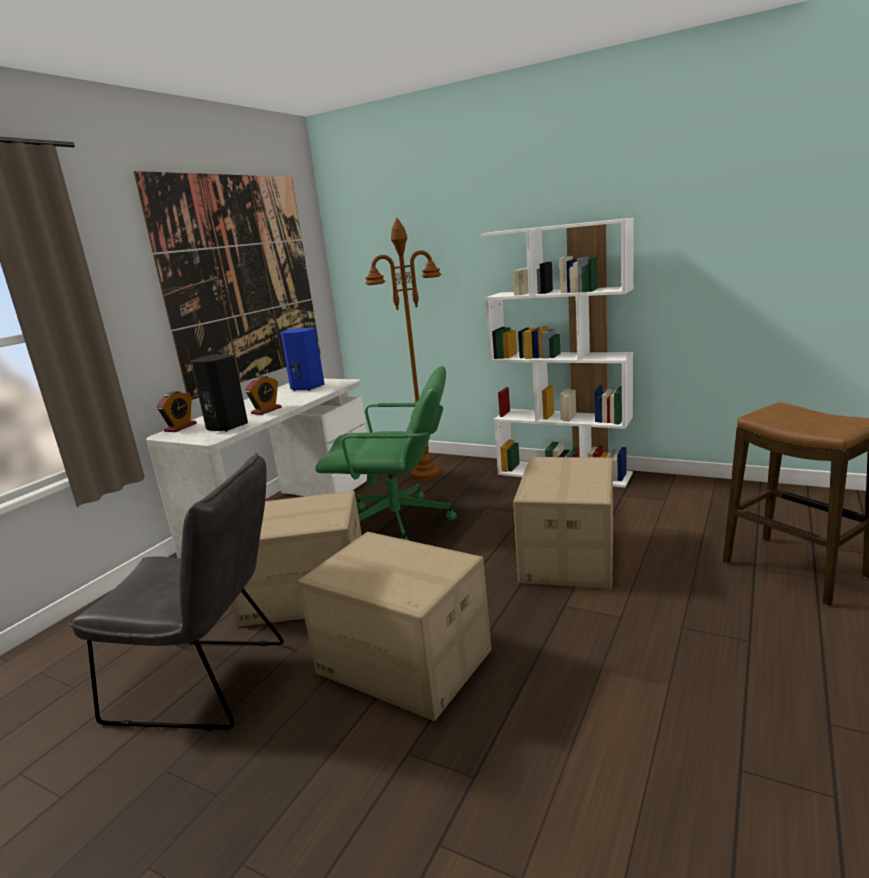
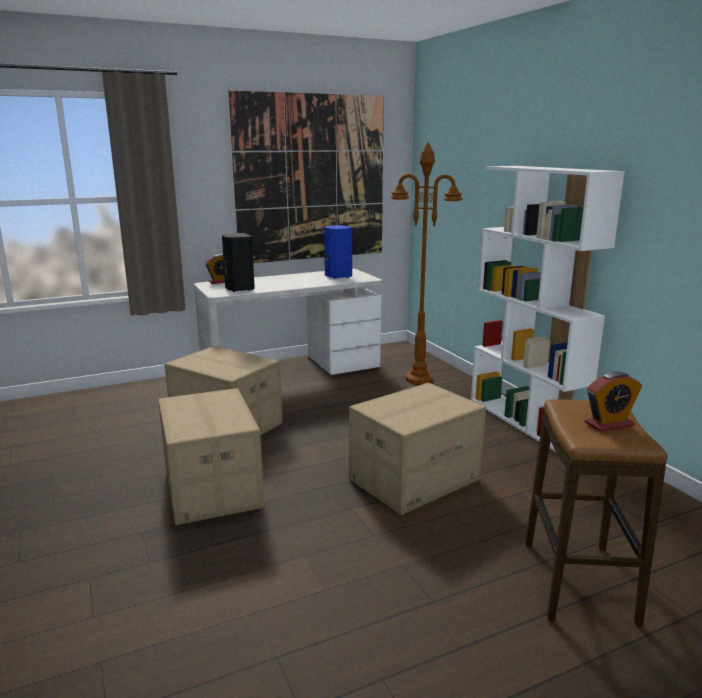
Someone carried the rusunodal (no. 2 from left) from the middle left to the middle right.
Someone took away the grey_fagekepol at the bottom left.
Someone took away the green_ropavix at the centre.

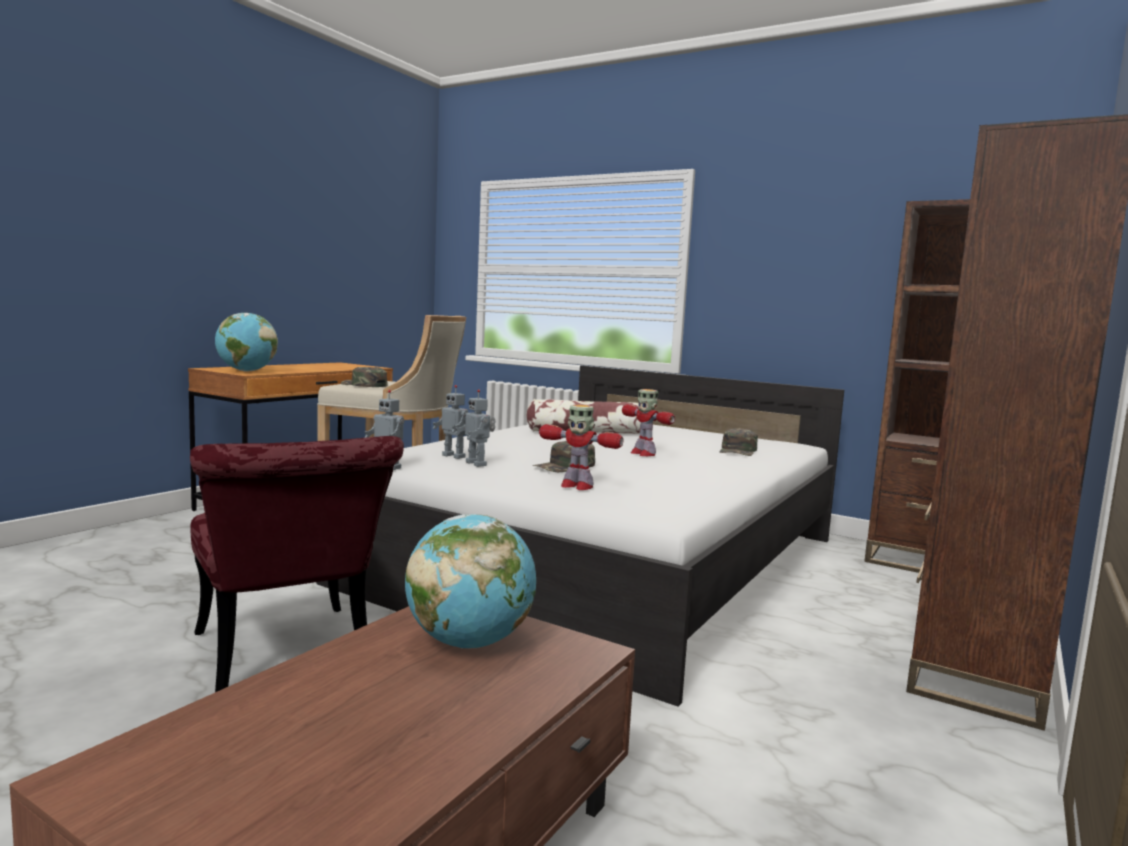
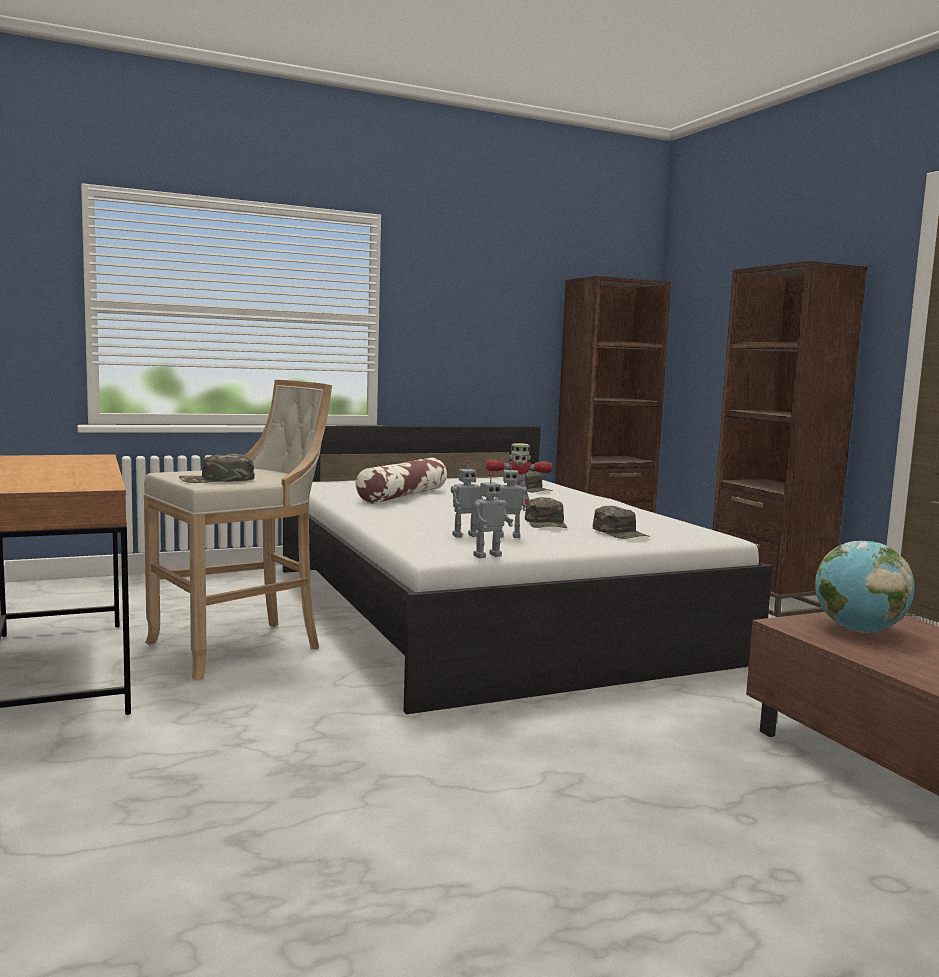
Someone swapped the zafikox (no. 4 from left) at the centre for the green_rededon (no. 4 from left) at the centre.
Someone took away the red_fagekepol at the bottom left.
Someone took away the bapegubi (no. 1 from left) at the middle left.

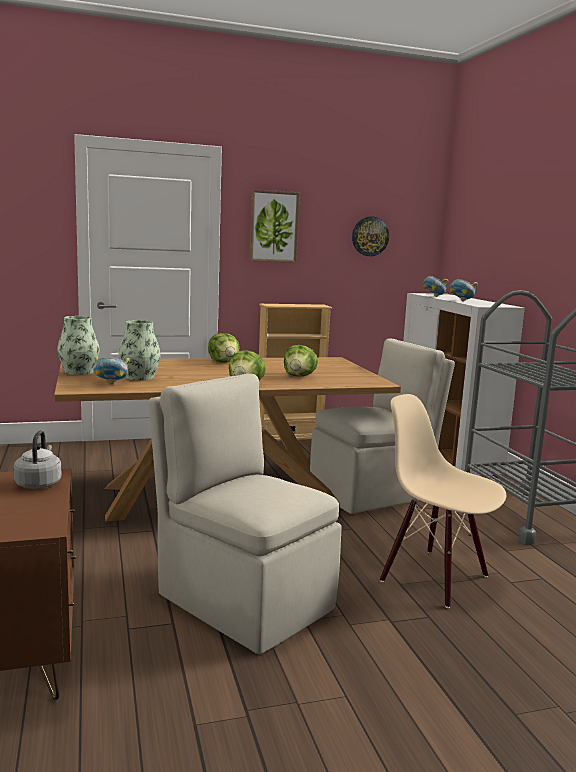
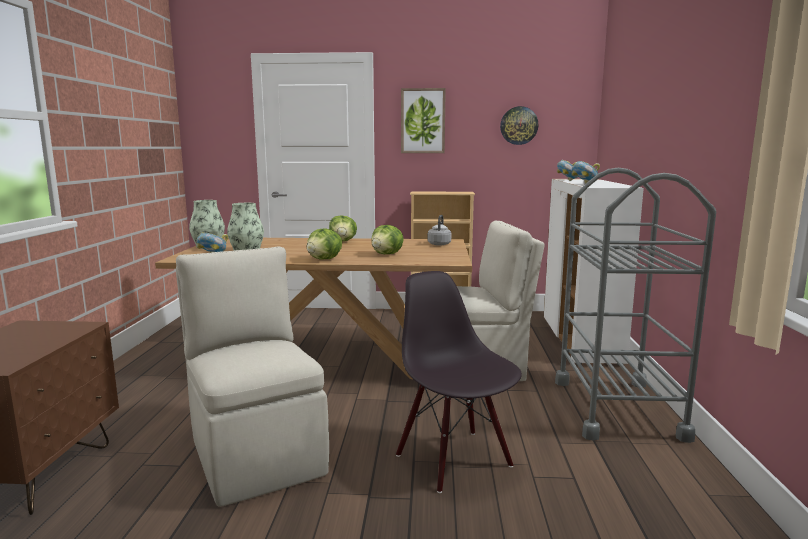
Someone repainted the beige_fagekepol (no. 3 from left) at the middle right, which became the black_fagekepol at the bottom centre.
Someone carried the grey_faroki from the middle left to the centre.

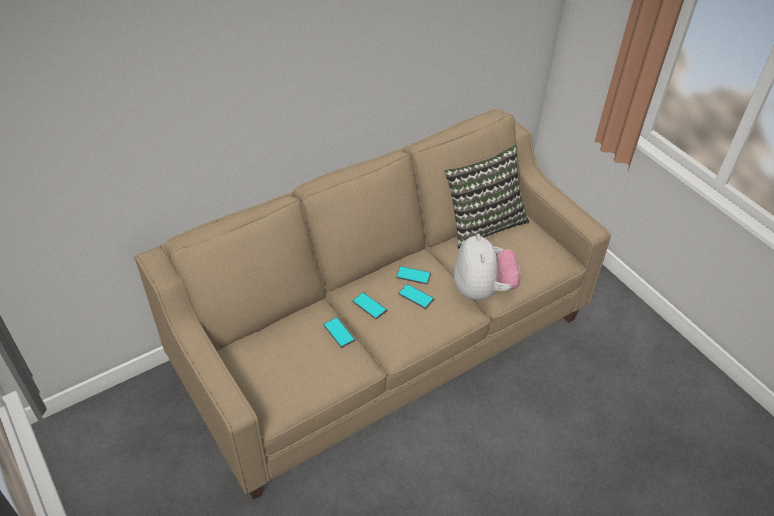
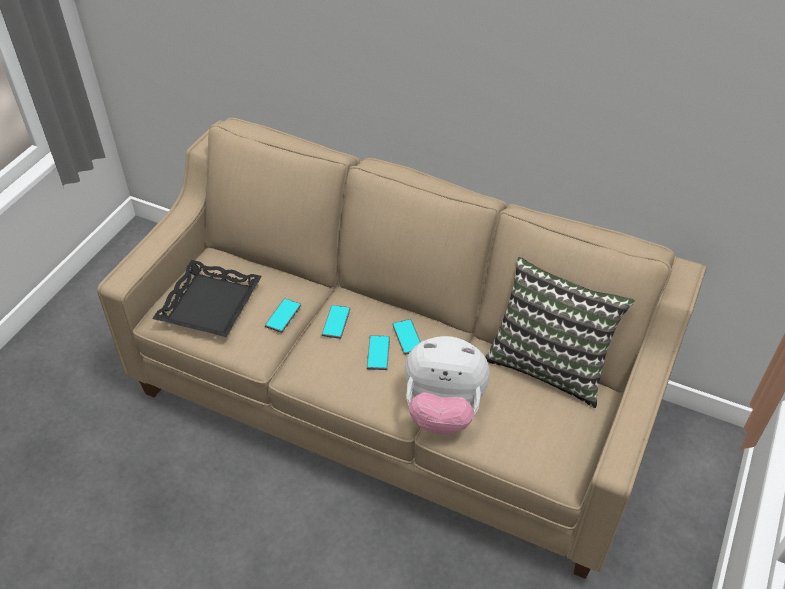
Someone put down the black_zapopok at the middle left.
Someone rotated the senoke at the centre by 45 degrees clockwise.

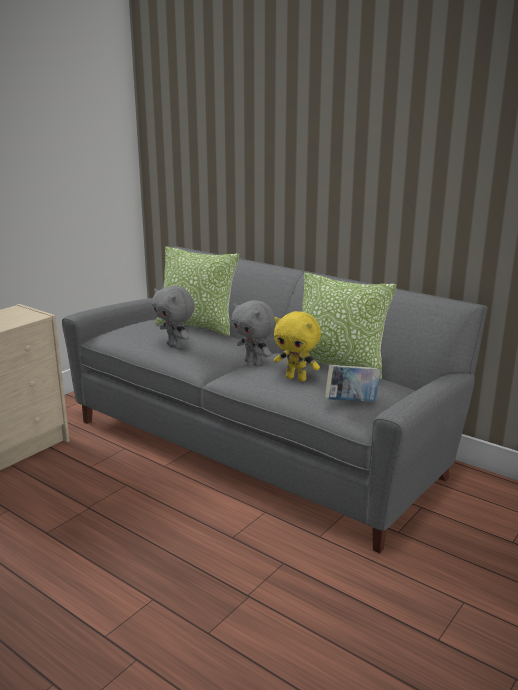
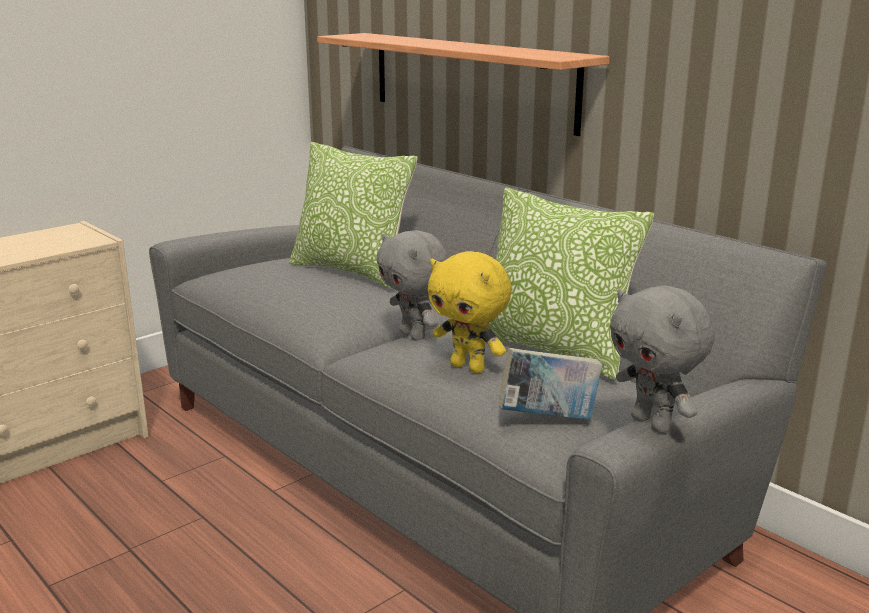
Someone put up the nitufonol at the top centre.
Someone carried the grey_senoke (no. 1 from left in the first image) from the centre to the middle right.

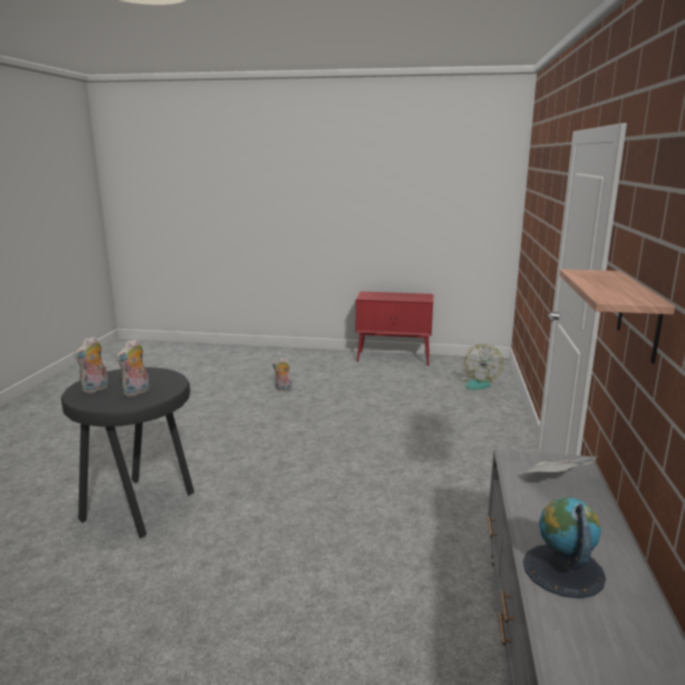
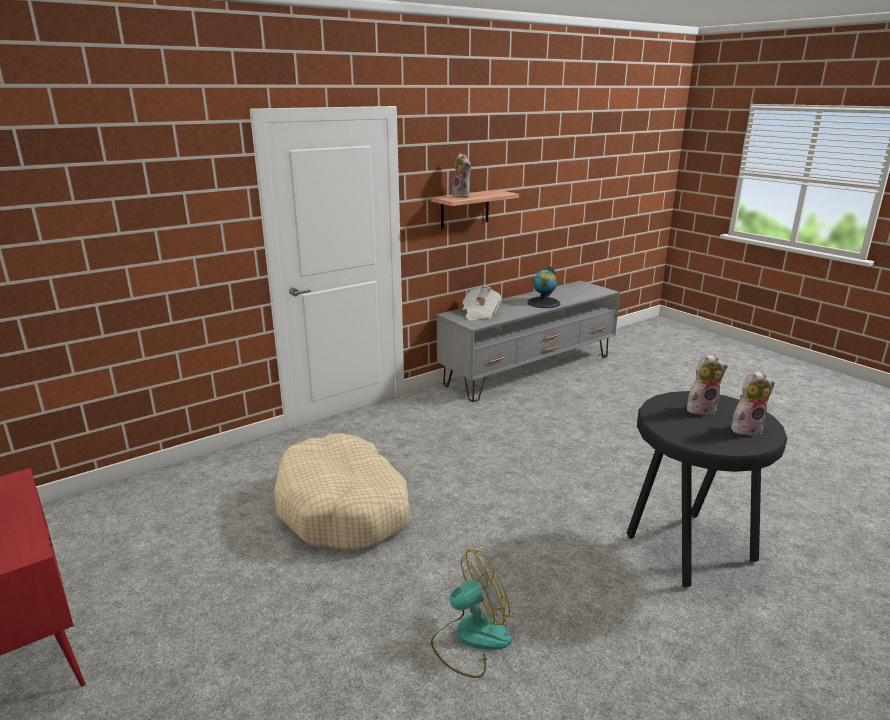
Someone put down the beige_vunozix at the bottom centre.
Someone carried the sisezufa from the middle right to the bottom centre.
Someone carried the senoke (no. 3 from left in the first image) from the centre to the top centre.

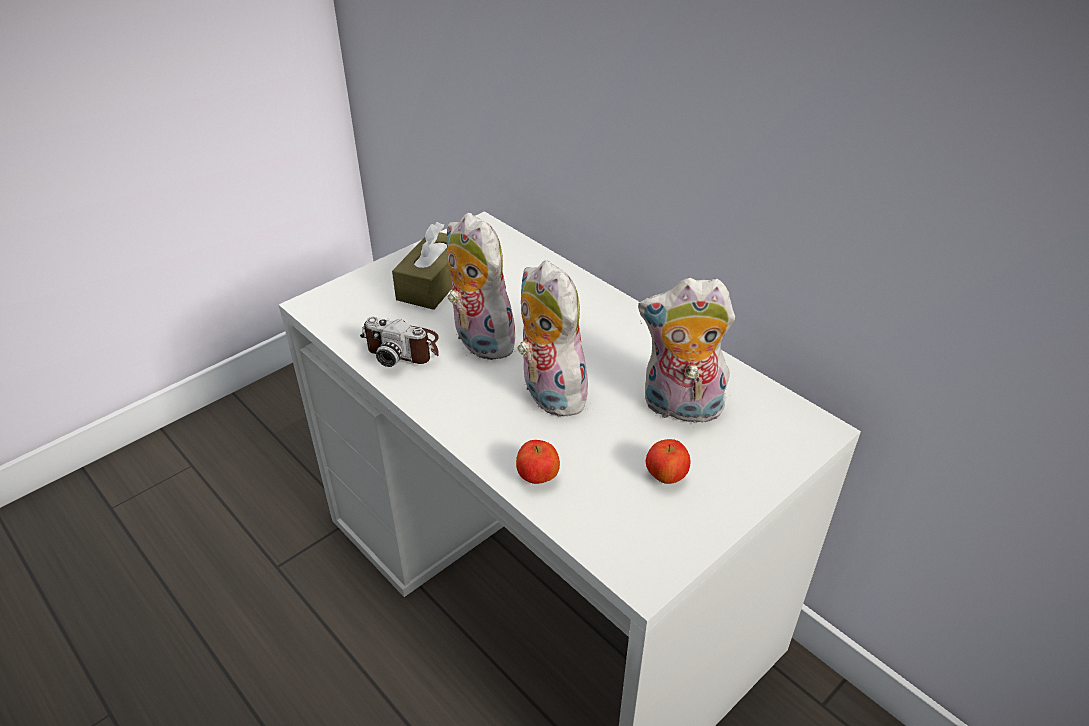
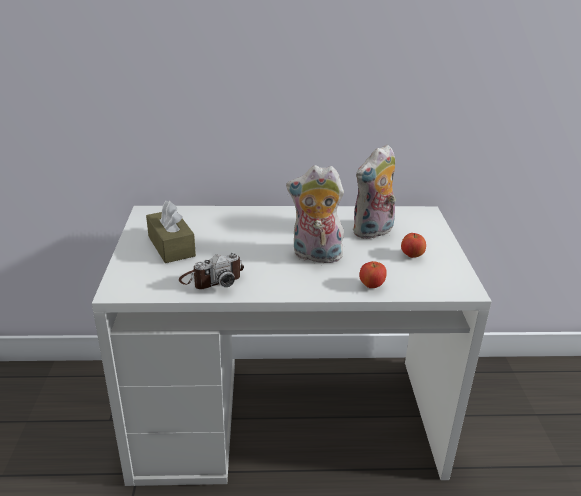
Someone took away the senoke (no. 1 from left) at the centre.

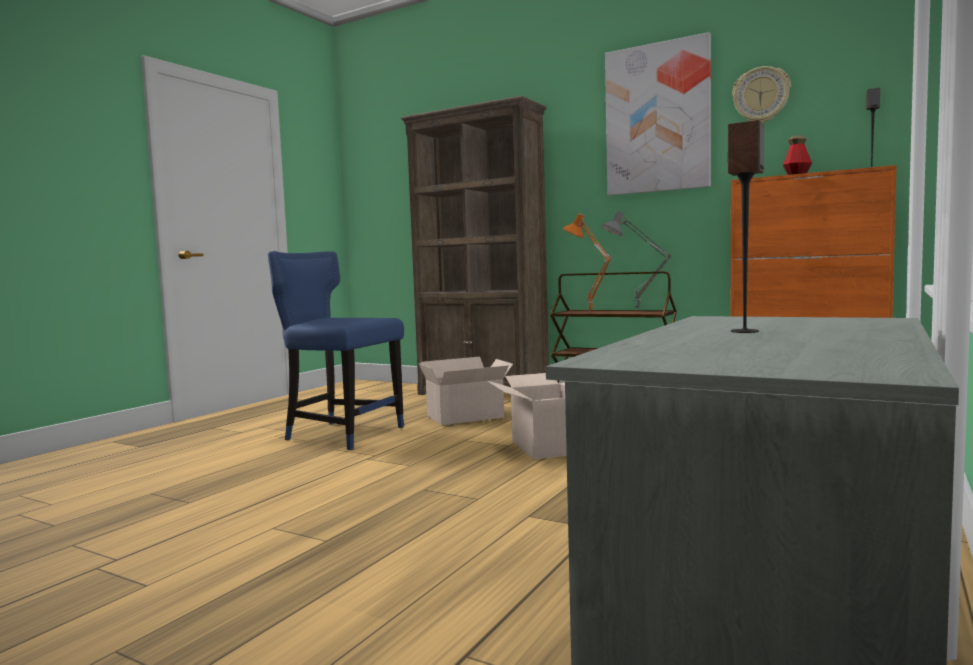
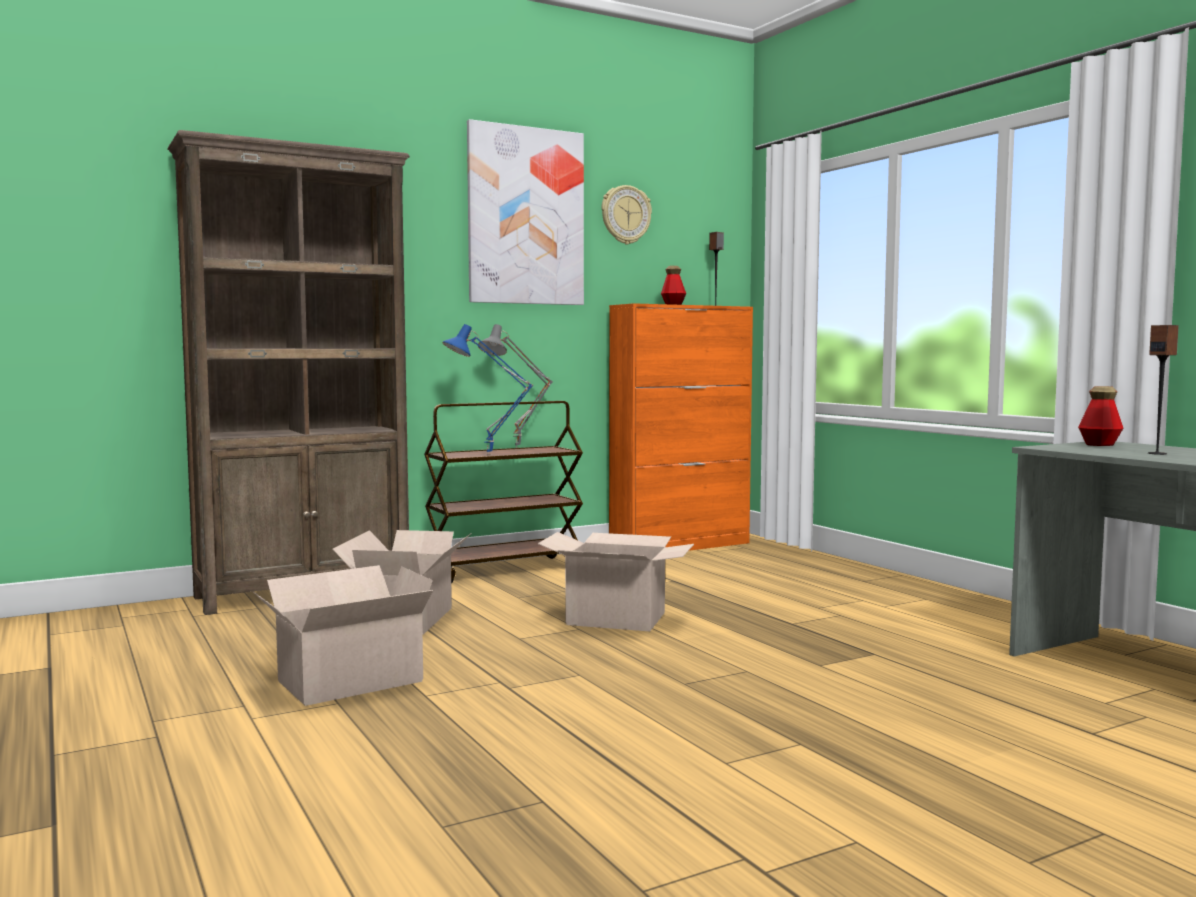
Someone swapped the blue_fagekepol at the centre for the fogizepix (no. 1 from left) at the bottom left.
Someone repainted the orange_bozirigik at the centre, which became the blue_bozirigik at the centre.
Someone put down the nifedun (no. 2 from left) at the middle right.

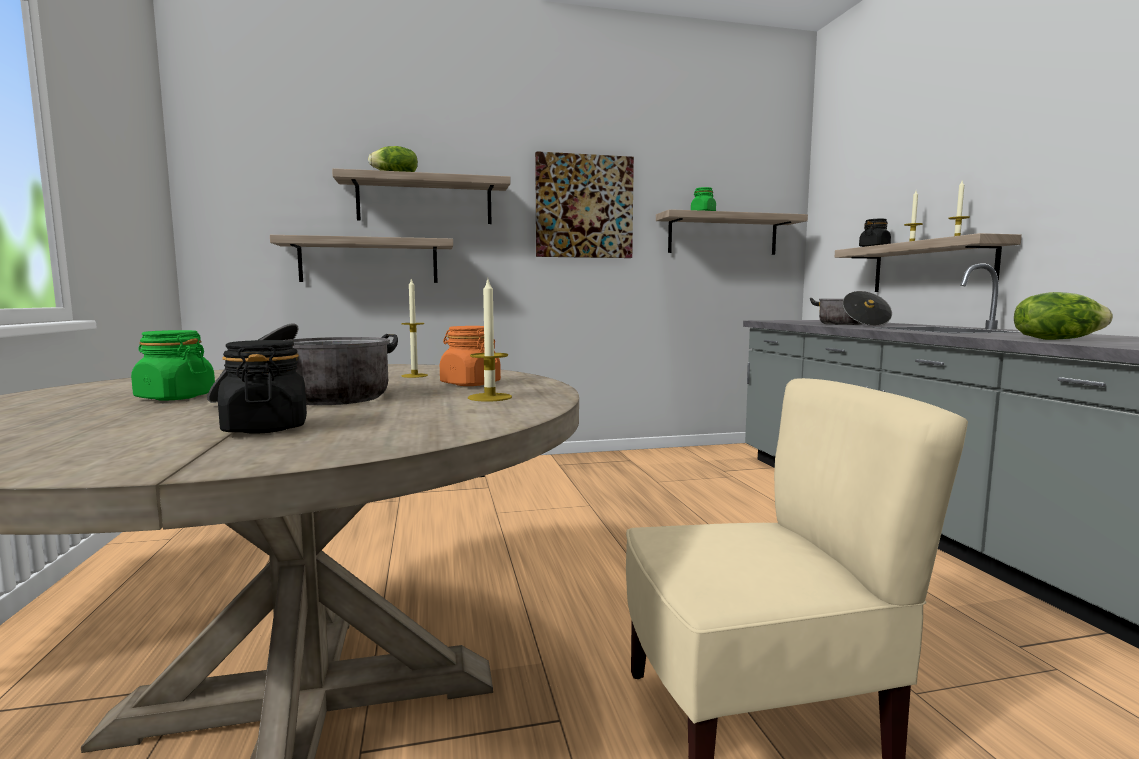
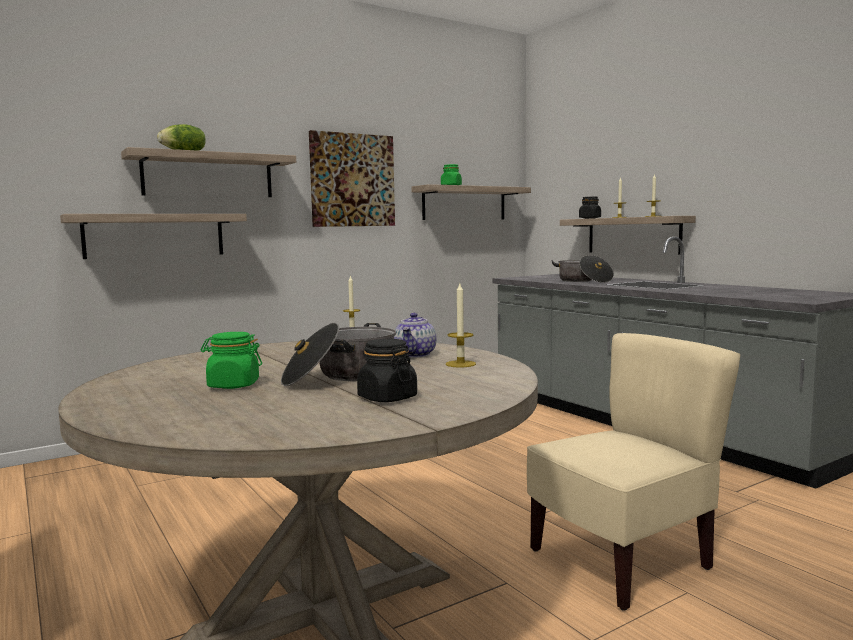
Someone swapped the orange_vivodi at the centre for the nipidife at the centre.
Someone took away the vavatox (no. 2 from left) at the middle right.

